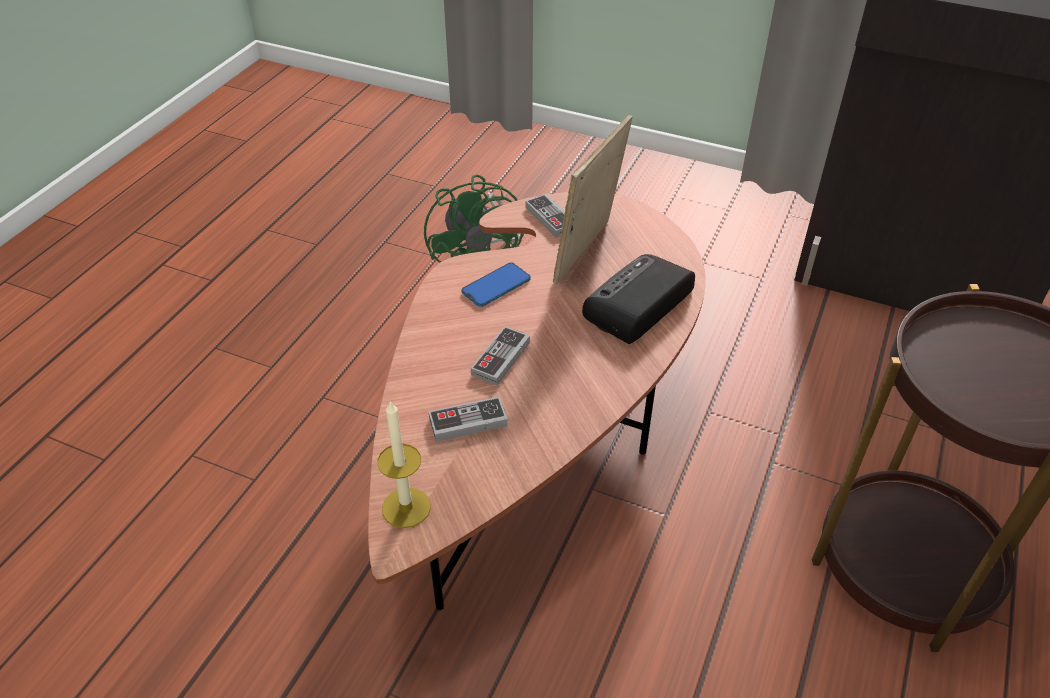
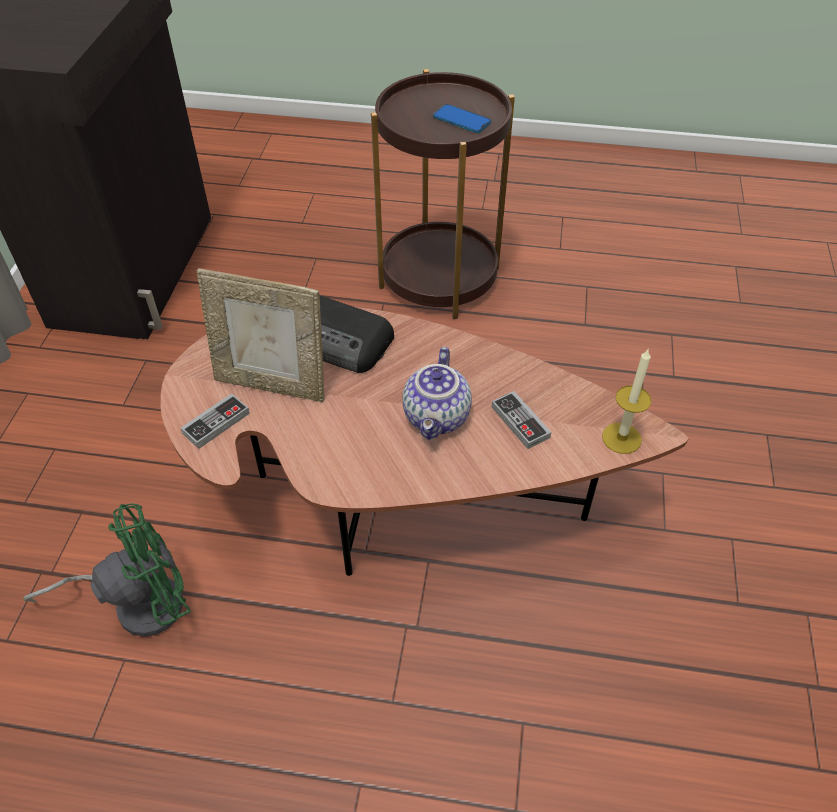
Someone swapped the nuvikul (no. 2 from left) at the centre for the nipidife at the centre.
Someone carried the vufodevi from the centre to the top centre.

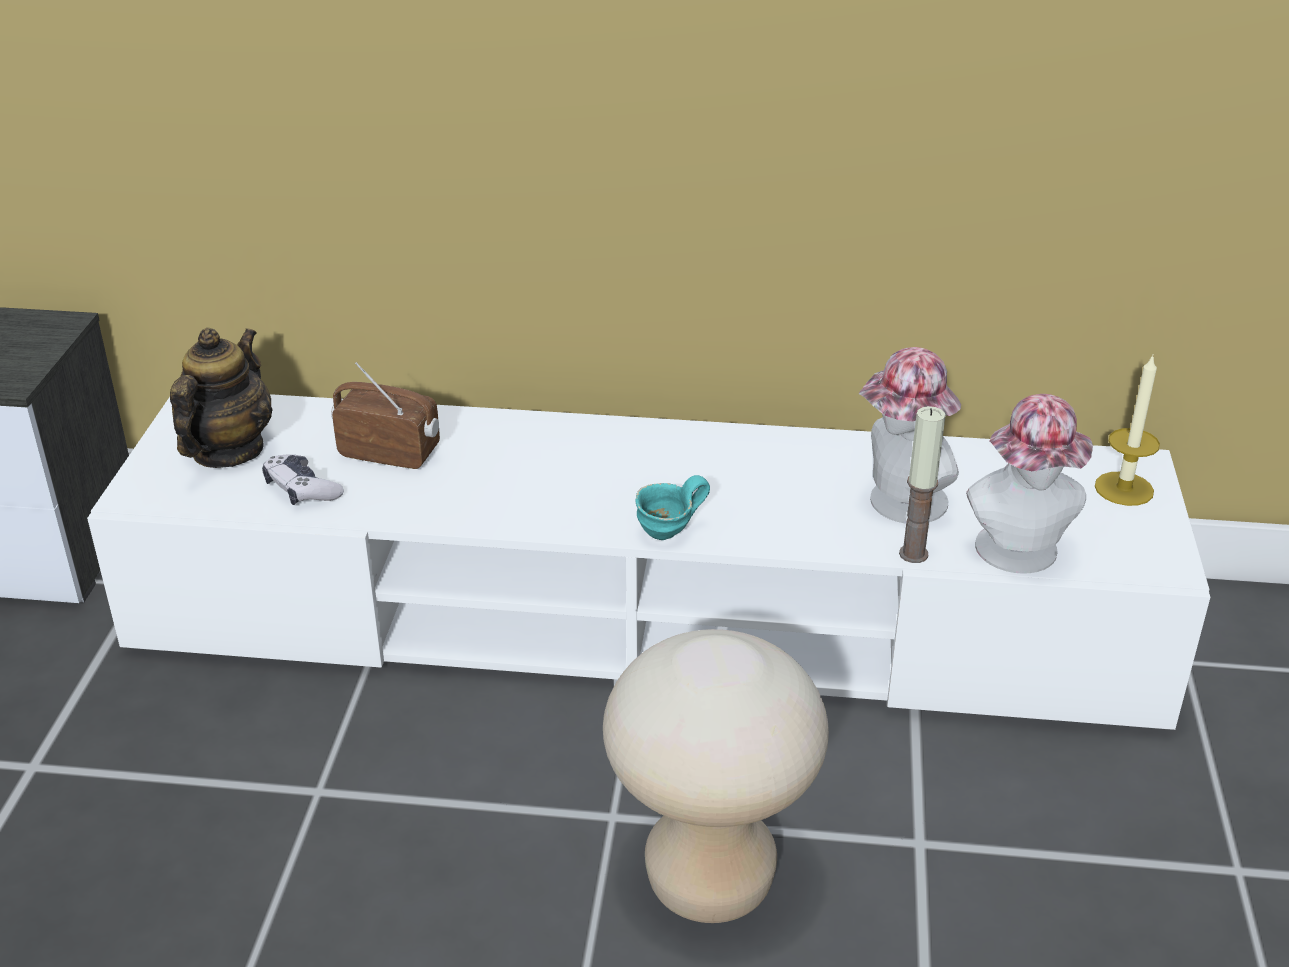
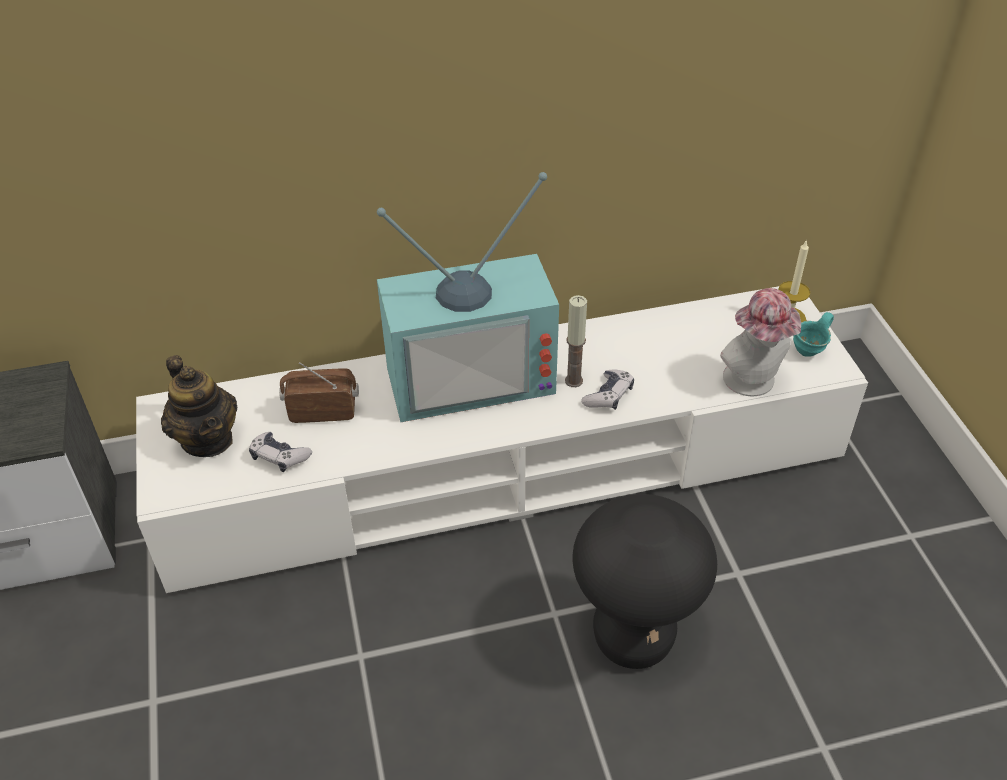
Someone rotated the nipidife at the middle left by 150 degrees clockwise.
Someone put down the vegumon at the centre.
Someone carried the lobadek (no. 1 from left) from the middle right to the centre.
Someone repainted the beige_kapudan at the bottom centre, which became the black_kapudan at the bottom centre.
Someone put down the nuvikul (no. 2 from left) at the centre.
Someone carried the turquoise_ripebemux from the centre to the middle right.
Someone took away the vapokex (no. 1 from left) at the middle right.

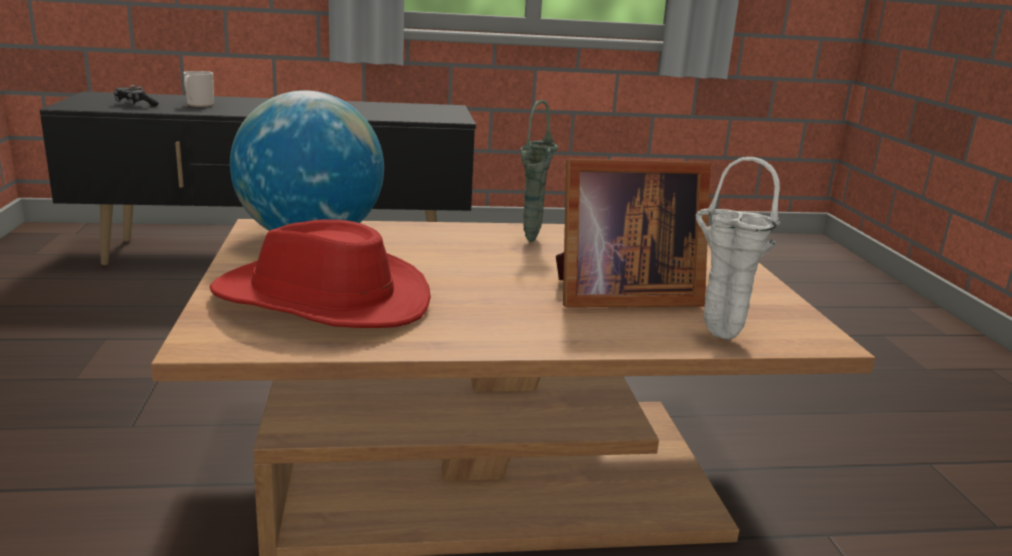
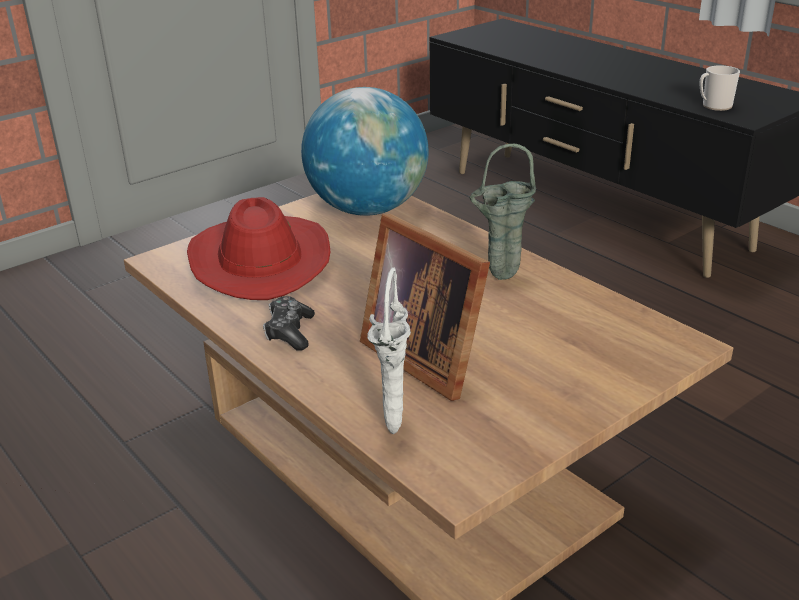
Someone carried the nuvikul from the top left to the centre.
Someone carried the ripebemux from the top left to the top right.

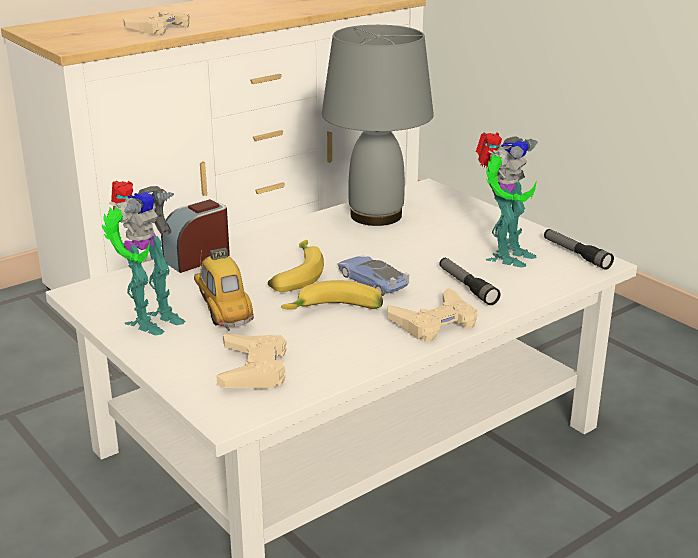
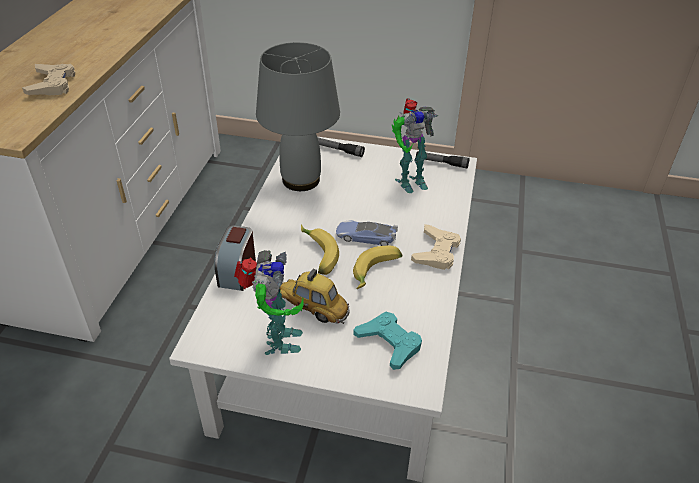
Someone carried the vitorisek (no. 1 from left) from the middle right to the top centre.
Someone repainted the beige_nuvikul (no. 2 from left) at the centre, which became the turquoise_nuvikul at the bottom centre.
Someone rotated the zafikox (no. 2 from left) at the middle right by 75 degrees clockwise.

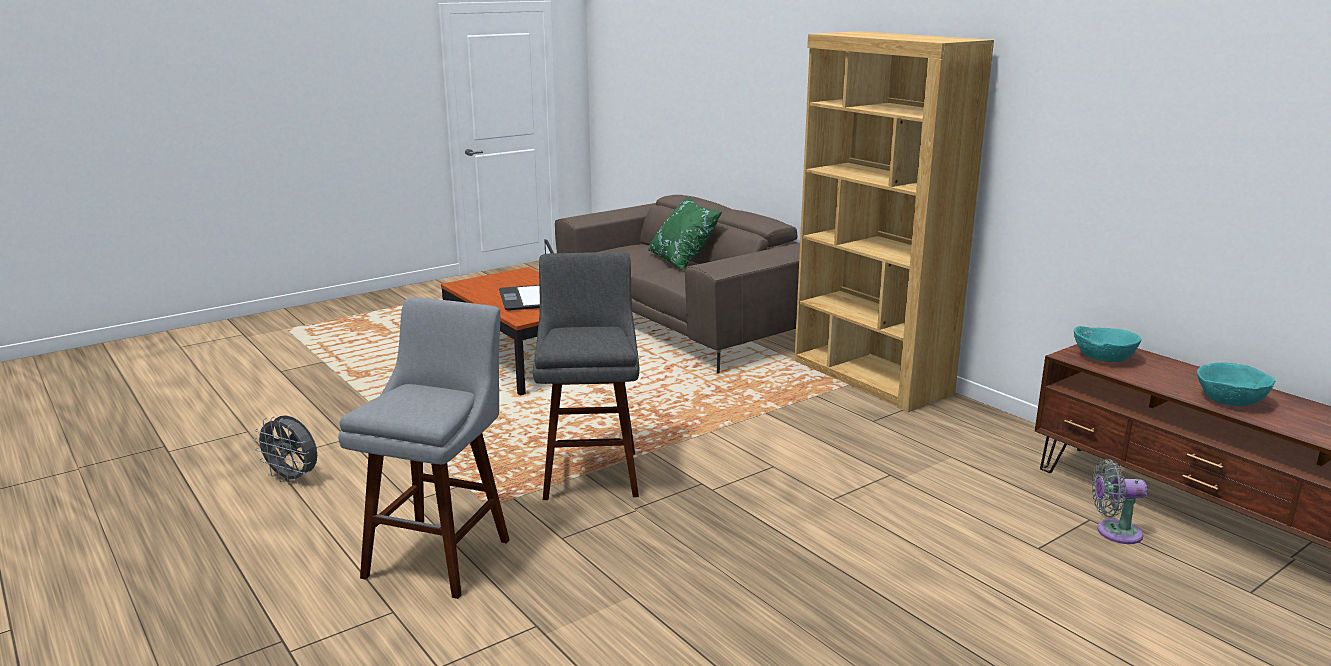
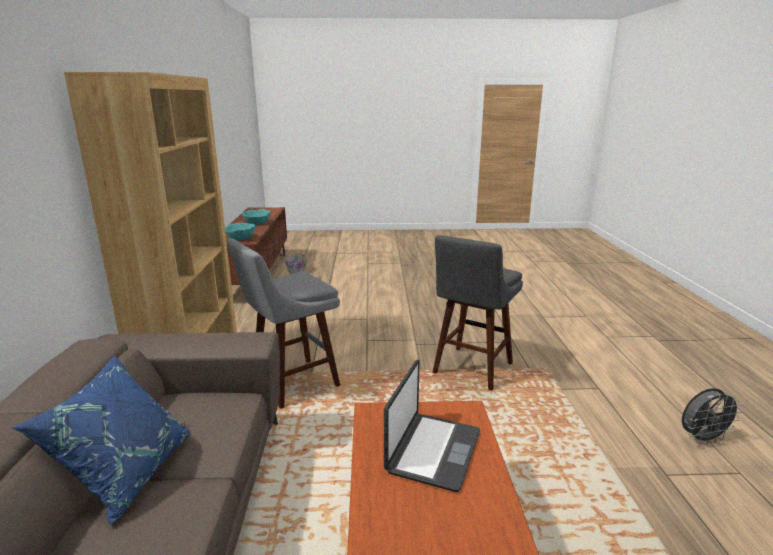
Someone repainted the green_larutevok at the centre, which became the blue_larutevok at the bottom left.
Someone carried the grey_kapudan (no. 1 from left) from the bottom left to the centre.
Someone rotated the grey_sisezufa (no. 1 from left in the first image) at the bottom left by 105 degrees clockwise.

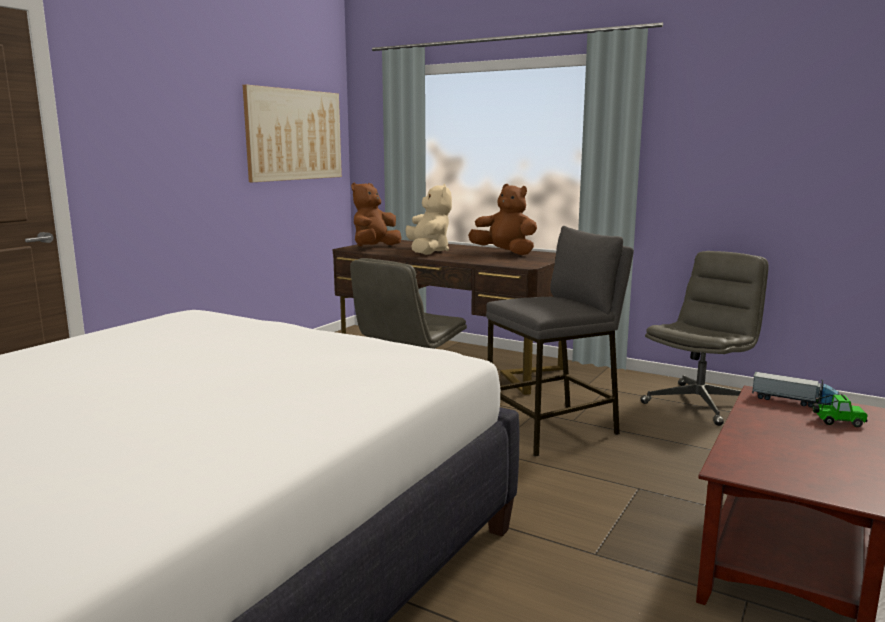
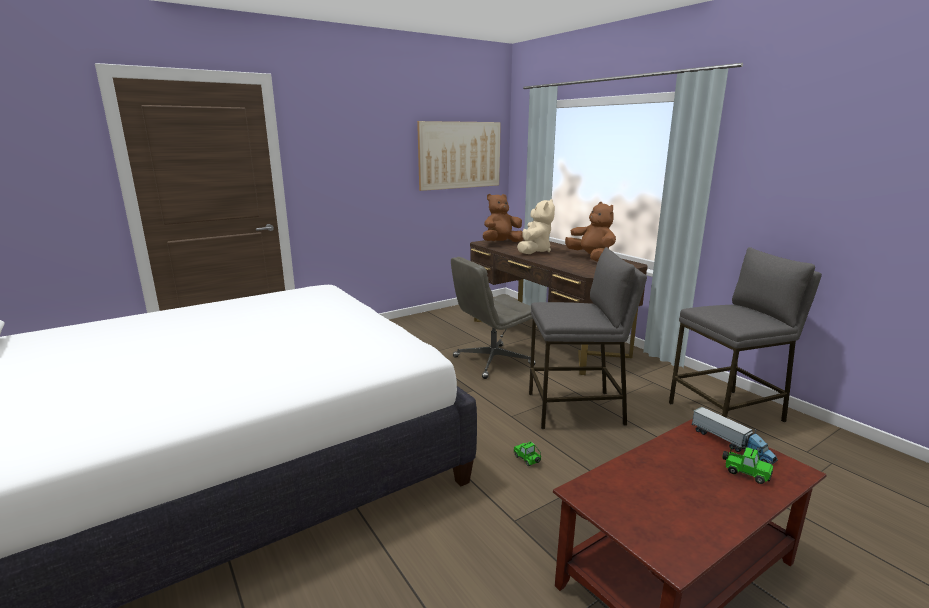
Someone put down the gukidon (no. 1 from left) at the bottom centre.
Someone swapped the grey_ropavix (no. 2 from left) at the middle right for the grey_kapudan (no. 2 from left) at the middle right.

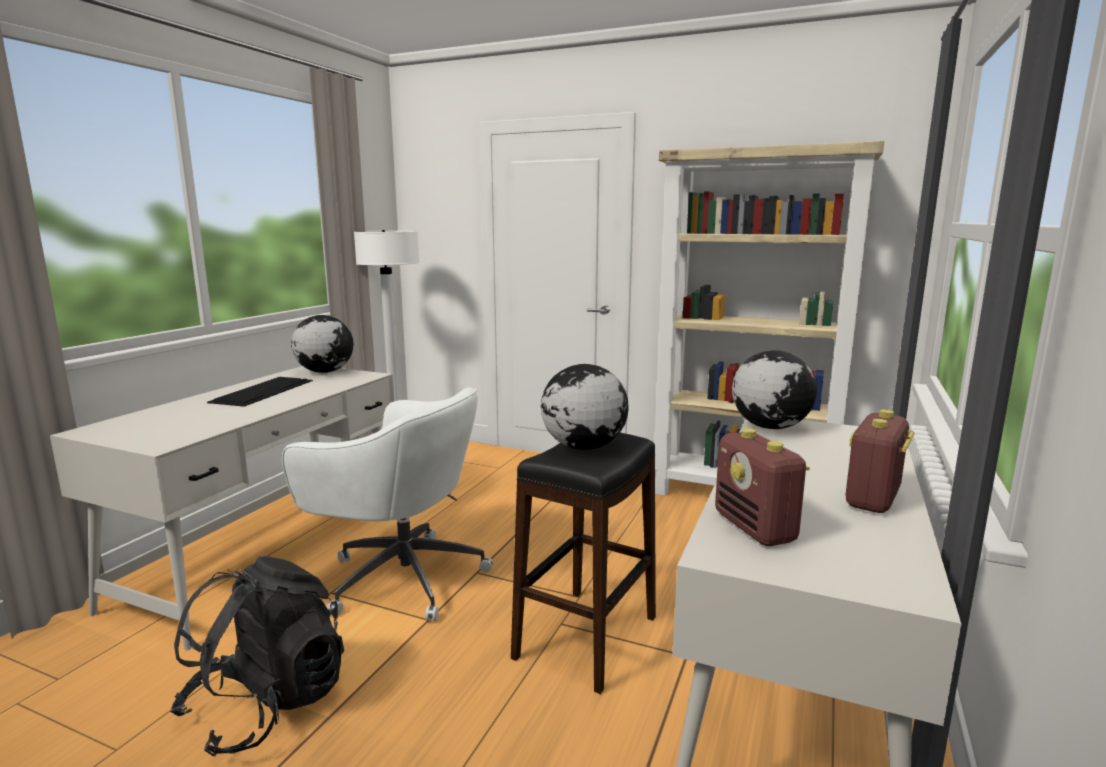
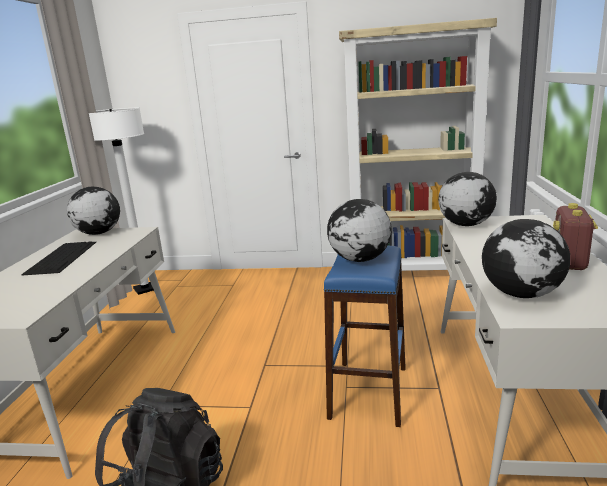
Someone repainted the black_kapudan at the bottom centre, which became the blue_kapudan at the bottom centre.
Someone swapped the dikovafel (no. 1 from left) at the middle right for the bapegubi (no. 4 from left) at the middle right.
Someone took away the white_ropavix at the centre.

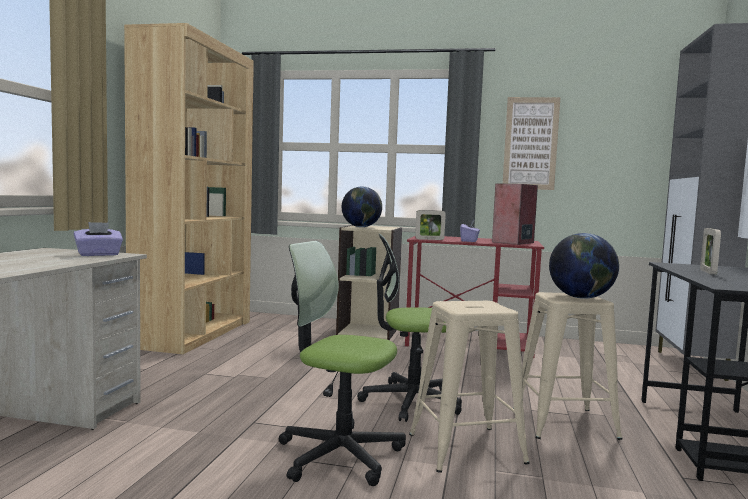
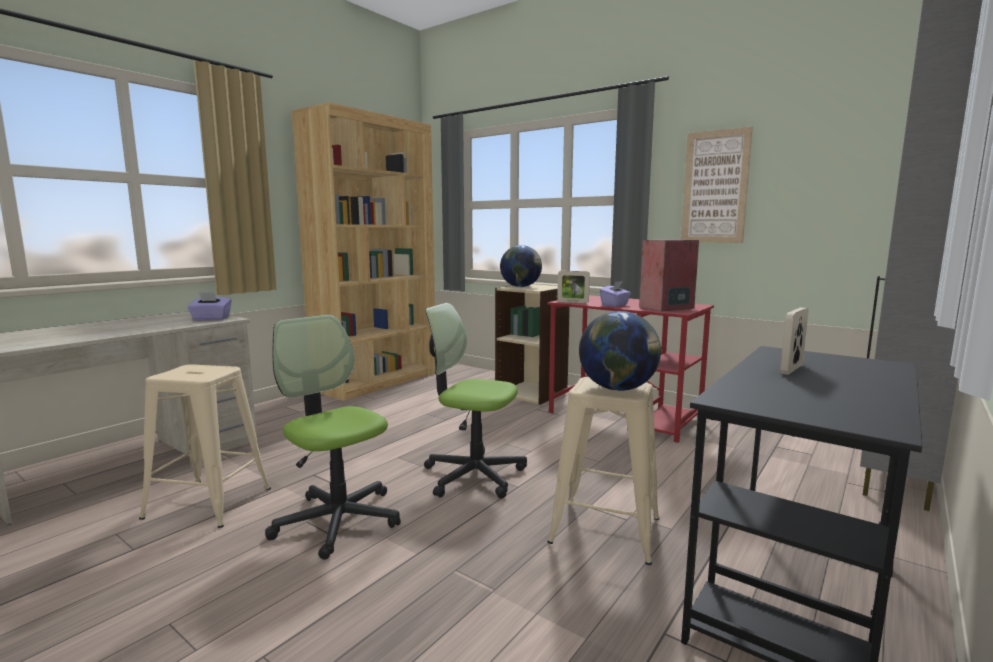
Someone carried the beige_kapudan (no. 1 from left) from the bottom centre to the bottom left.

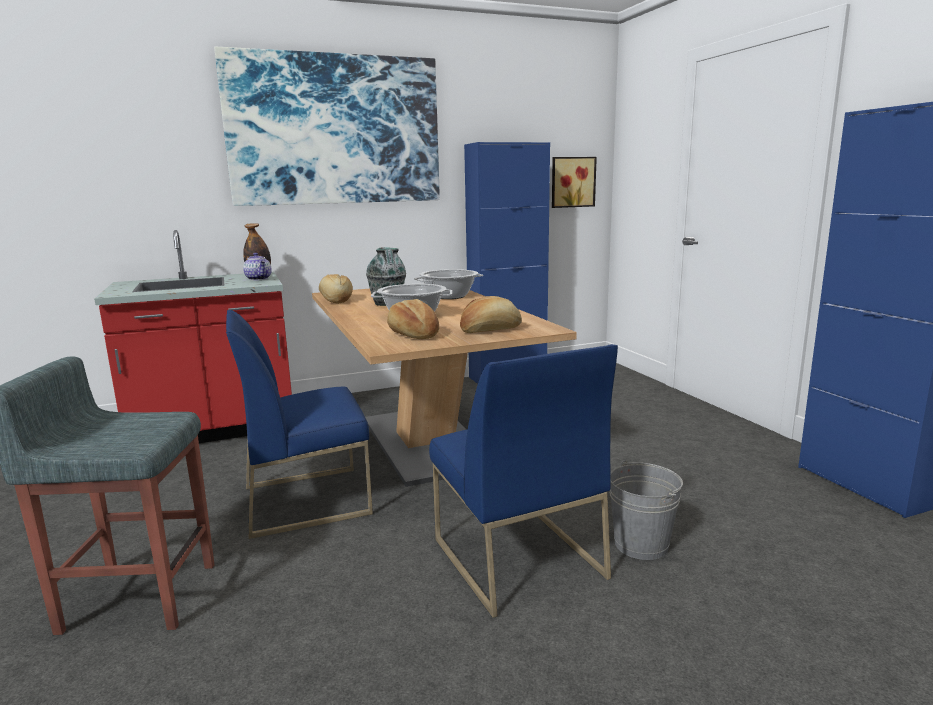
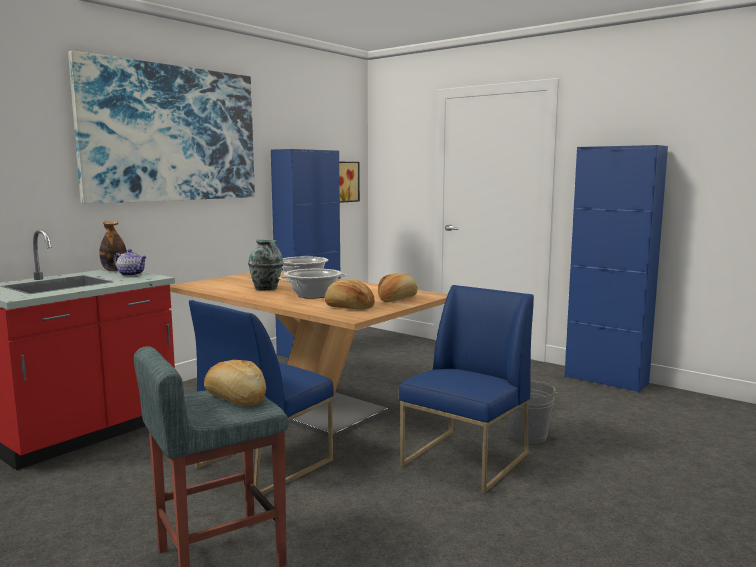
Someone carried the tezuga (no. 1 from left) from the centre to the bottom left.
Someone rotated the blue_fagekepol (no. 2 from left) at the bottom centre by 90 degrees counterclockwise.

